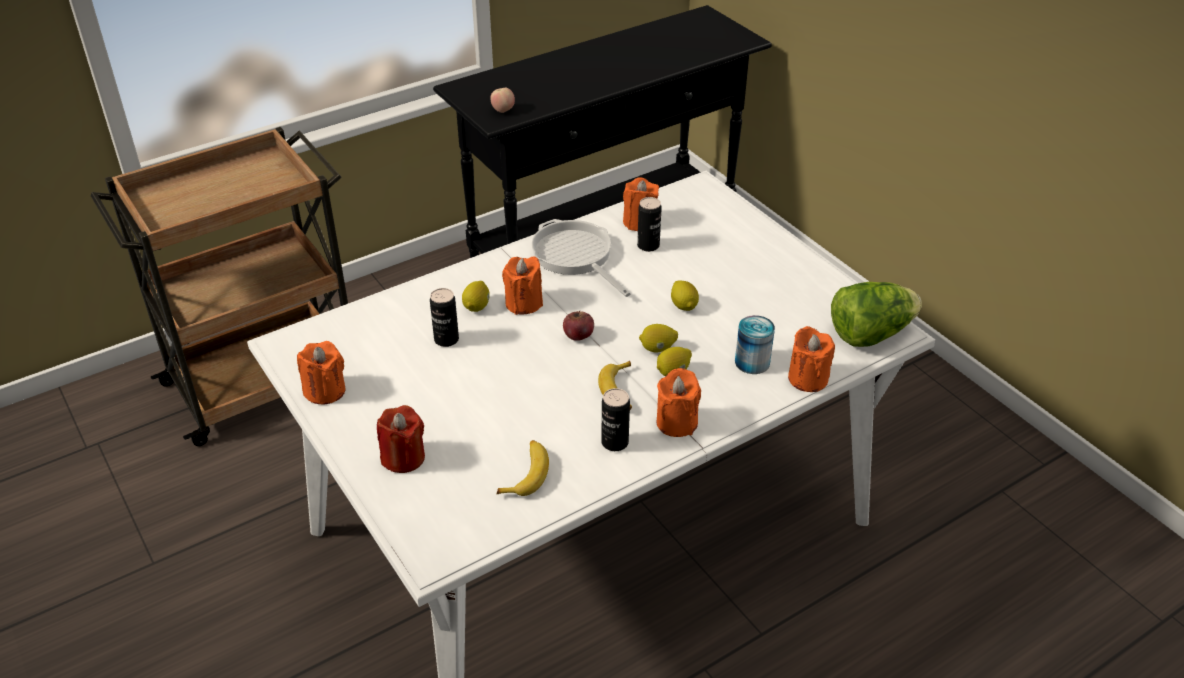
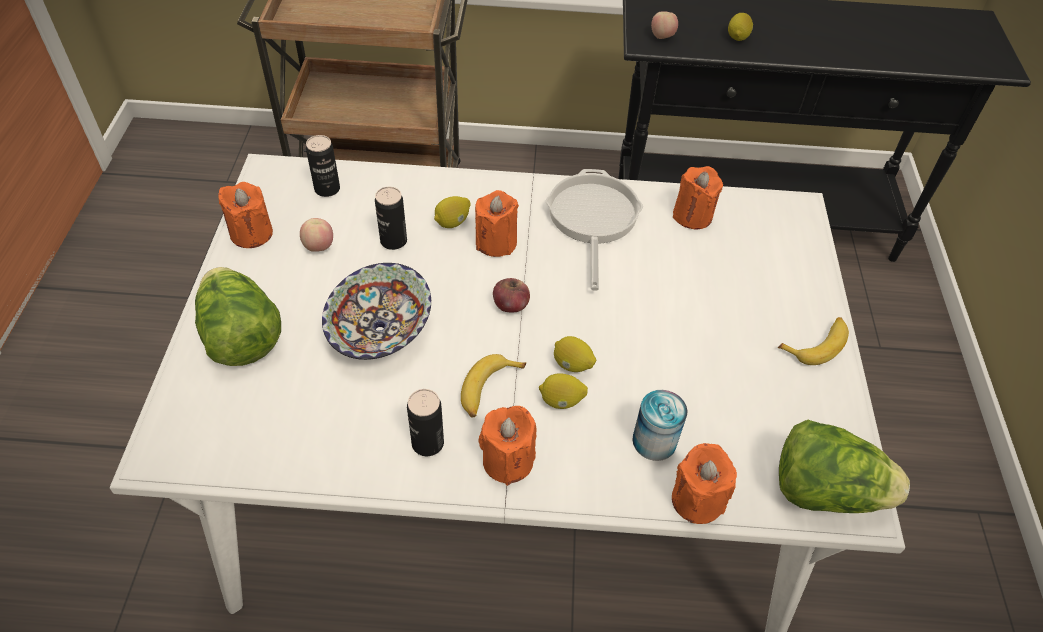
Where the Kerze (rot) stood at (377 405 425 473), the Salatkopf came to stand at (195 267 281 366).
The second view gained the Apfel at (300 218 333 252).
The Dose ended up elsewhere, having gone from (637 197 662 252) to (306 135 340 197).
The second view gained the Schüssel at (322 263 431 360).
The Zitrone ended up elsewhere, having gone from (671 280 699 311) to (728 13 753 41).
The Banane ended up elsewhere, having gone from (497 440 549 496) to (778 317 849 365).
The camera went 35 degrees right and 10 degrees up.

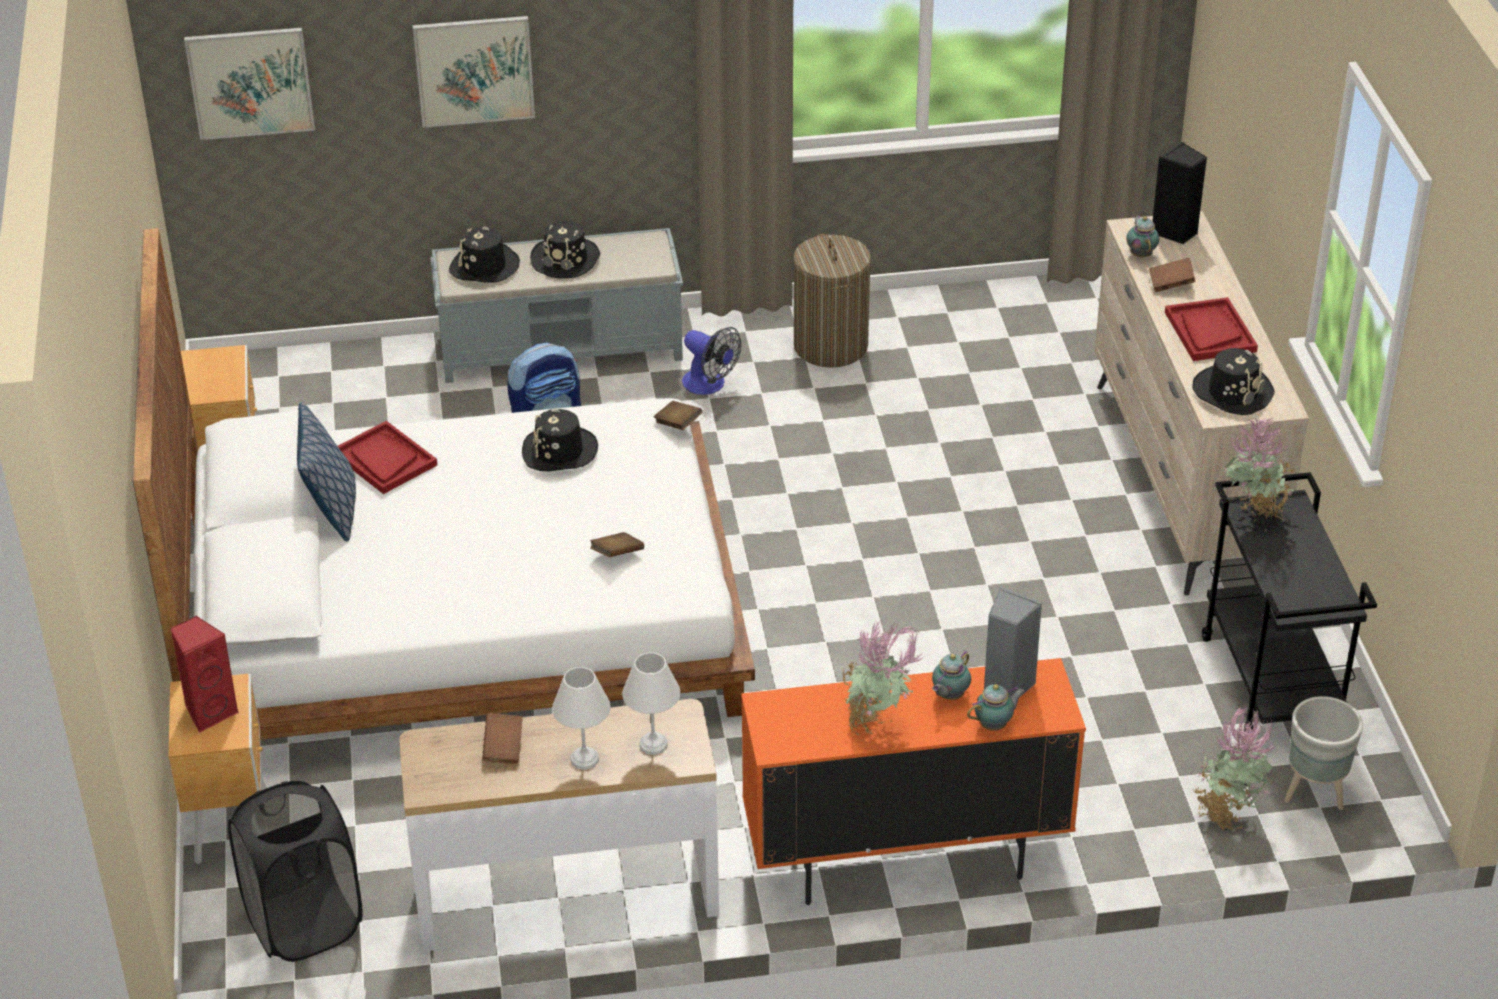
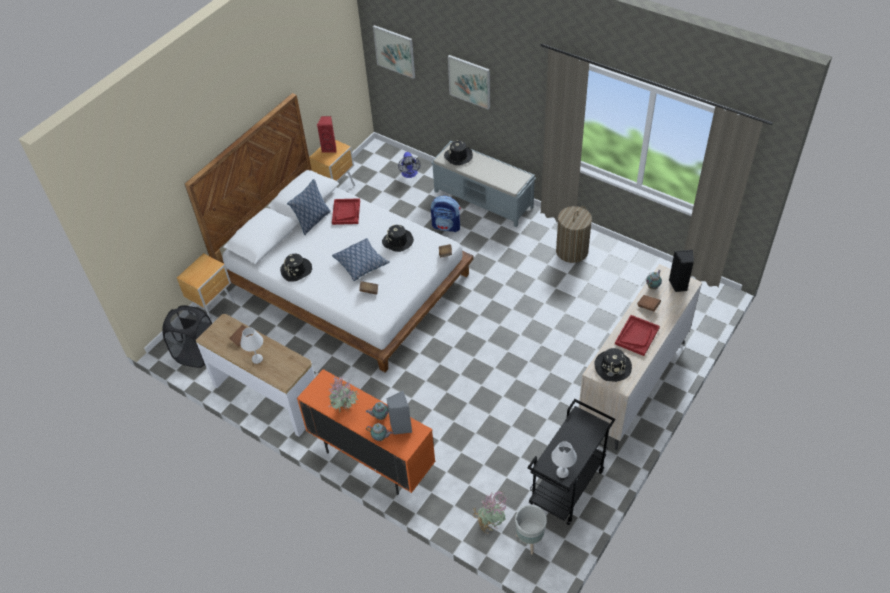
The Hut (schwarz) ended up elsewhere, having gone from (530 221 600 278) to (280 254 312 282).
The Lautsprecher (rot) ended up elsewhere, having gone from (170 616 239 733) to (317 116 336 153).
The second view gained the Kissen at (332 238 390 281).
The Ventilator ended up elsewhere, having gone from (682 327 741 395) to (398 152 421 178).
The Tischlampe (weiß) ended up elsewhere, having gone from (622 652 680 755) to (551 441 577 478).
The second view lost the Topfpflanze at (1224 418 1296 522).
The camera went 45 degrees right and 10 degrees up.

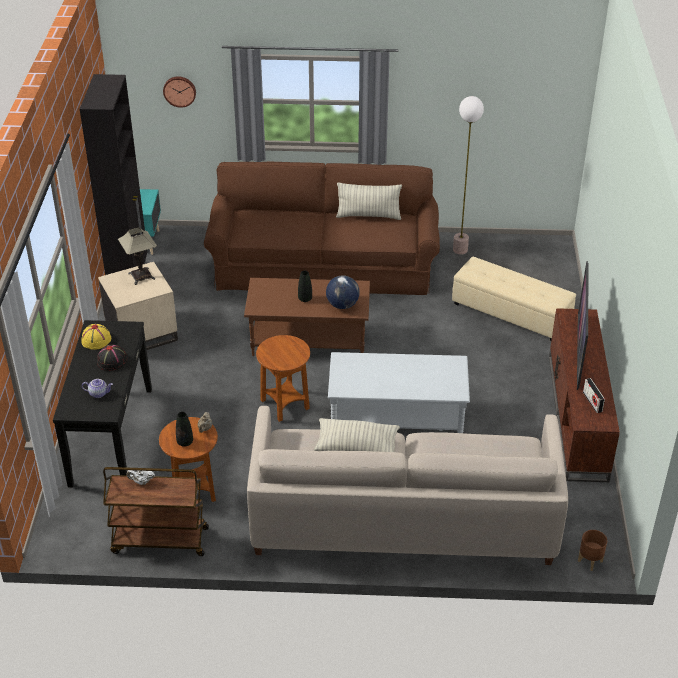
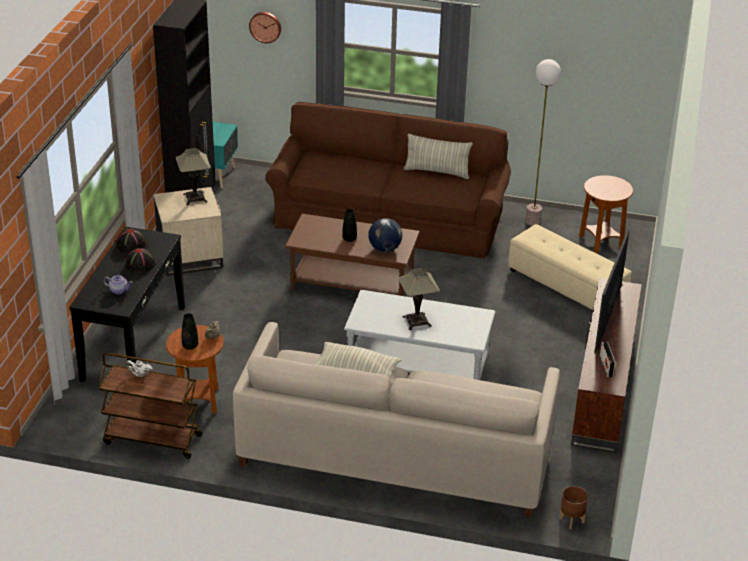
What was the Hut (gelb) at (81 324 111 350) turned into the Hut (schwarz) at (116 229 146 253).
The second view gained the Tischlampe at (398 268 440 330).
The Beistelltisch (braun) ended up elsewhere, having gone from (256 335 310 422) to (579 175 633 253).
The camera went 10 degrees right and 5 degrees down.

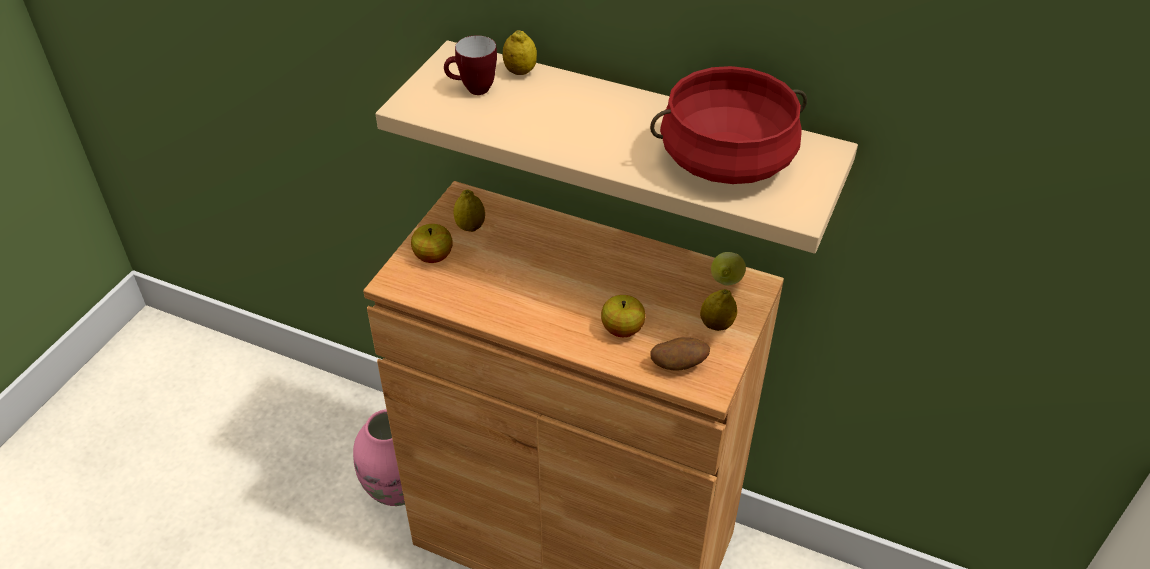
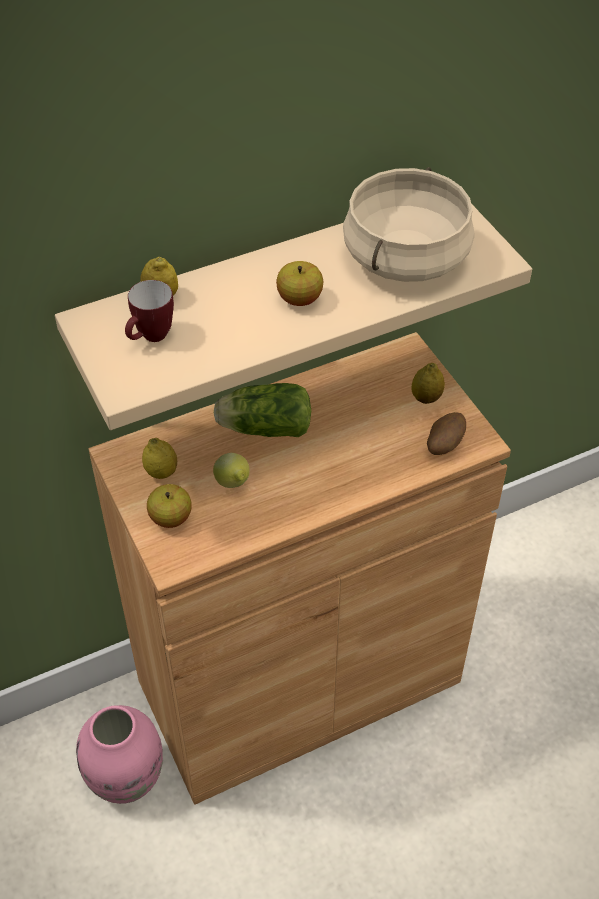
The second view gained the Salatkopf at (213 383 311 437).
The Zitrone ended up elsewhere, having gone from (711 252 746 286) to (213 453 250 488).
The Apfel ended up elsewhere, having gone from (601 295 645 337) to (276 261 323 306).
What was the Kochtopf (rot) at (650 66 807 184) turned into the Kochtopf (beige) at (343 167 475 282).
The camera went 50 degrees left and 5 degrees up.

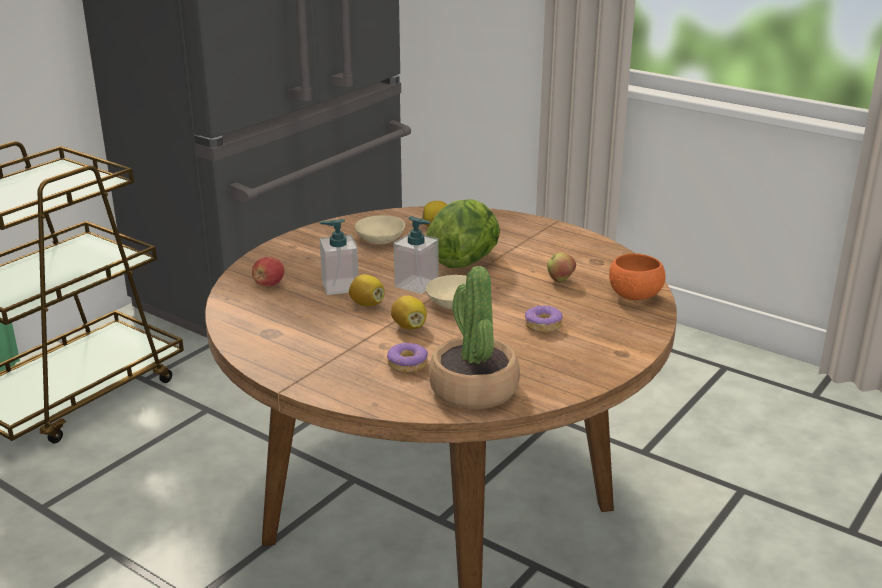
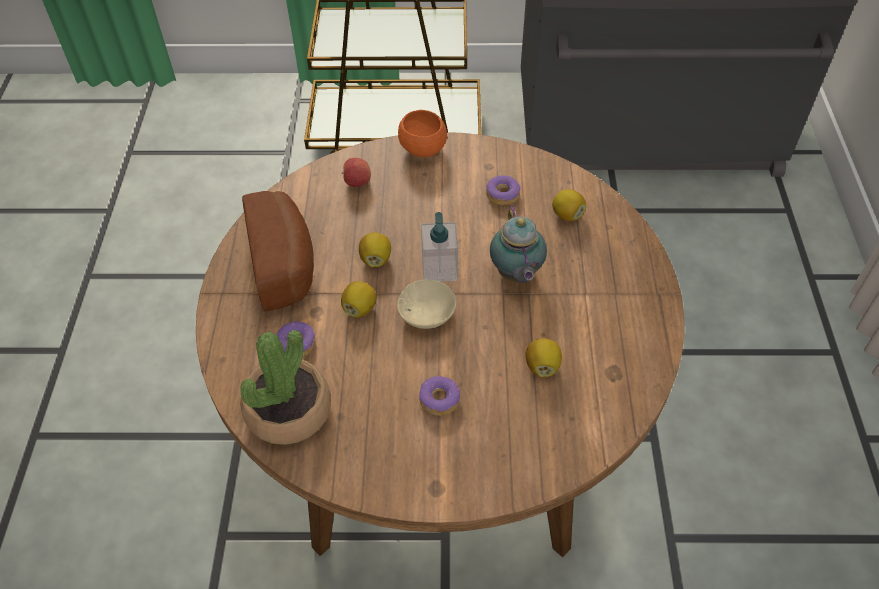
The second view gained the Brot at (242 191 314 312).
The Schüssel (orange) ended up elsewhere, having gone from (609 253 666 300) to (398 110 447 157).
Where the Schüssel (beige) stood at (355 215 405 244), the Donut came to stand at (486 175 521 205).
Where the Salatkopf stood at (426 199 500 268), the Teekanne came to stand at (490 206 547 283).
Where the Apfel stood at (547 253 576 283), the Zitrone came to stand at (525 338 562 377).
The second view lost the Seifenspender at (319 219 359 295).
The camera went 55 degrees right and 25 degrees up.

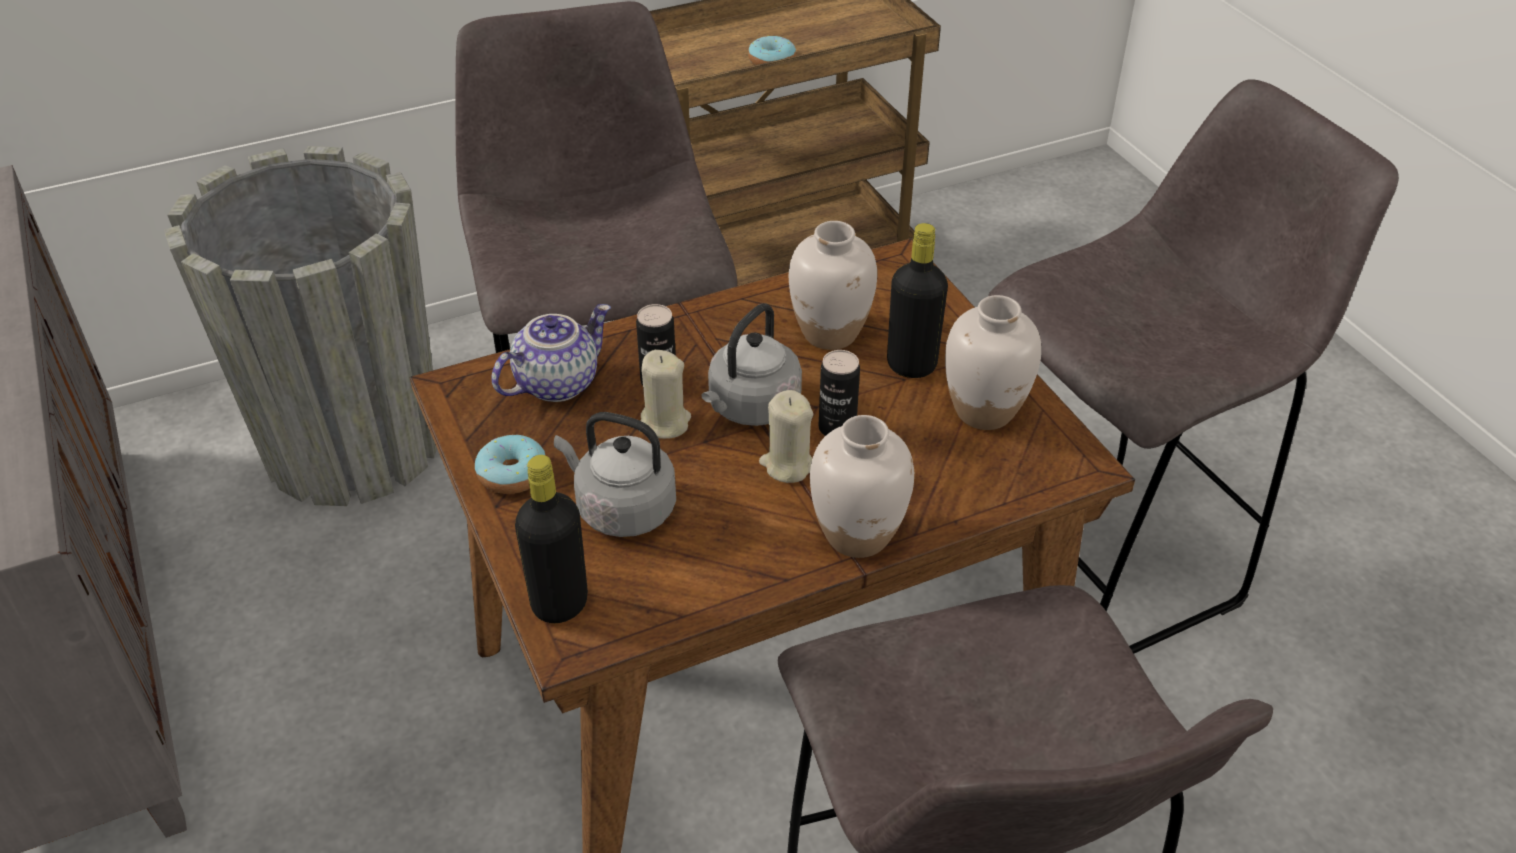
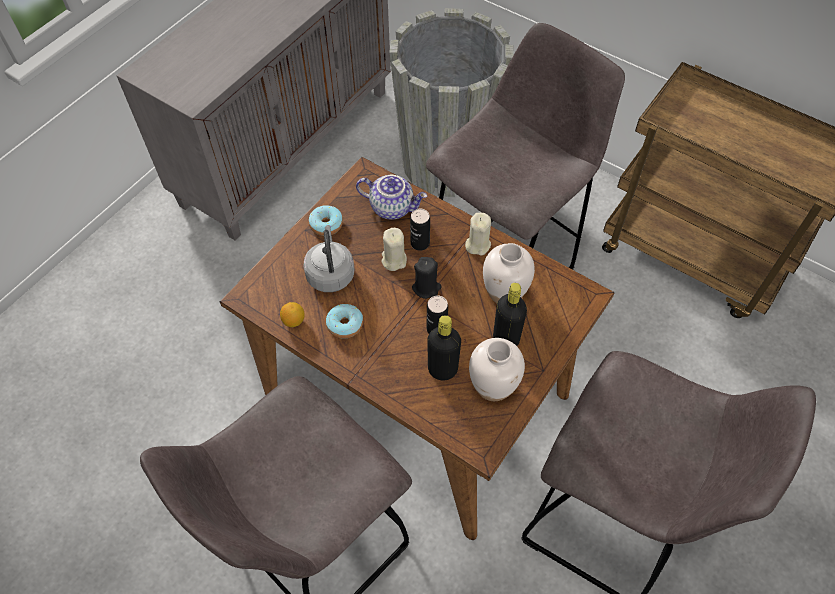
The second view gained the Zitrone at (280 302 305 327).
The Donut ended up elsewhere, having gone from (748 36 796 65) to (326 304 363 338).
Where the Wasserkessel (grau) stood at (701 303 802 426), the Kerze (schwarz) came to stand at (412 257 442 299).
The Flasche (schwarz) ended up elsewhere, having gone from (515 455 588 623) to (427 315 461 380).
The Kerze (beige) ended up elsewhere, having gone from (759 390 813 483) to (465 213 491 255).
The second view lost the Vase (weiß) at (810 415 914 558).
The camera went 60 degrees right and 15 degrees up.

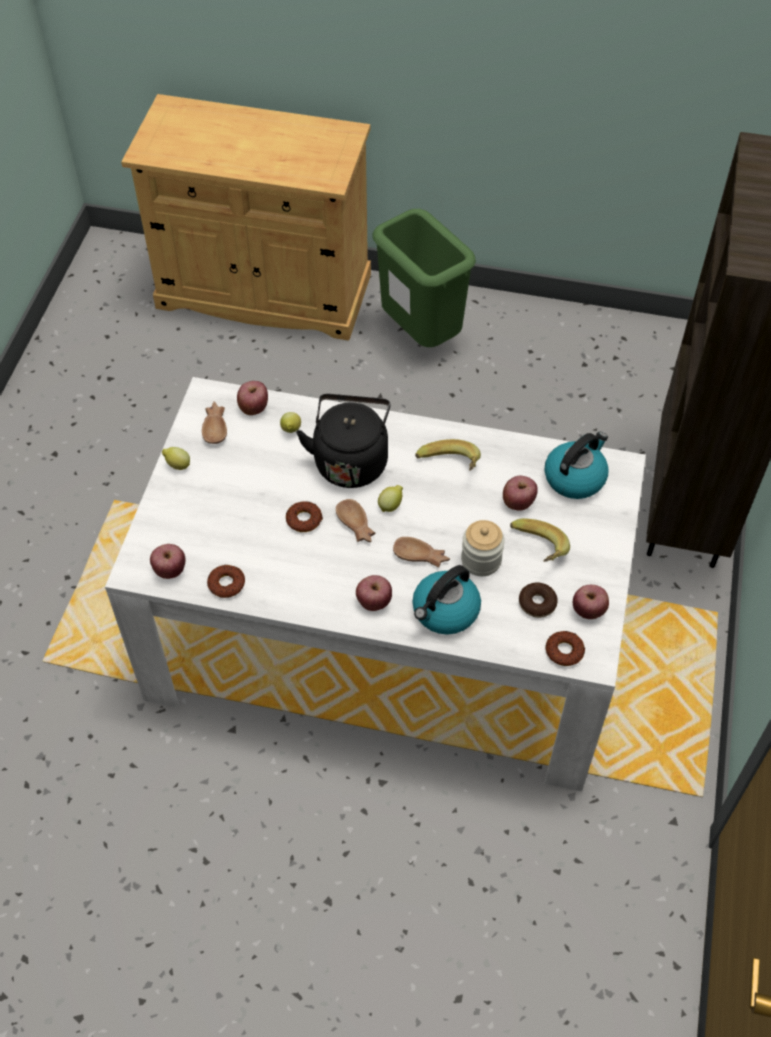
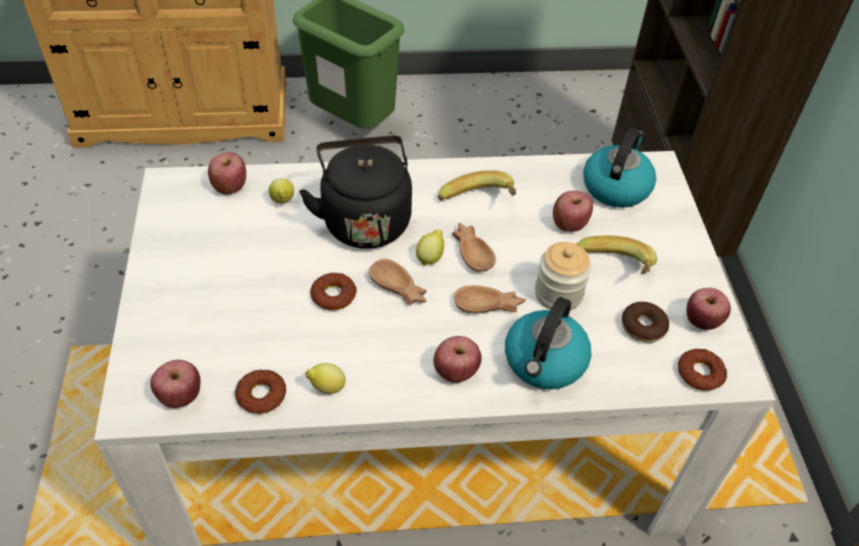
The Zitrone ended up elsewhere, having gone from (162 447 190 470) to (305 363 346 394).
The Schüssel (braun) ended up elsewhere, having gone from (202 401 227 444) to (452 222 496 271).
The camera went 20 degrees left and 5 degrees down.

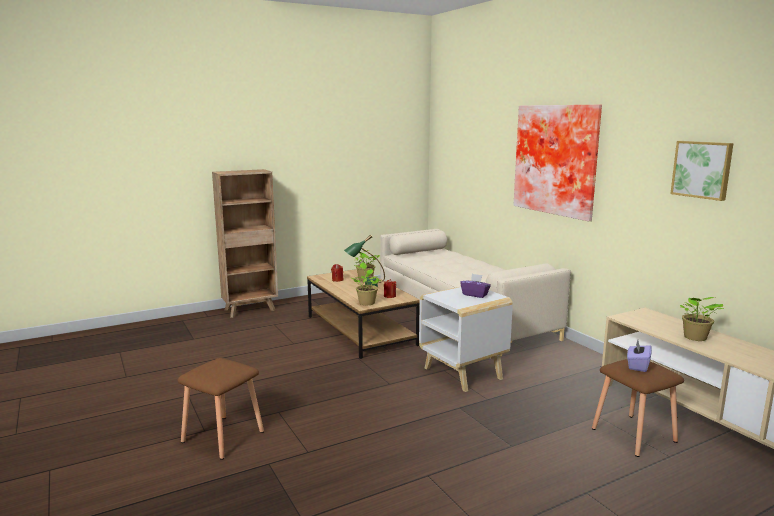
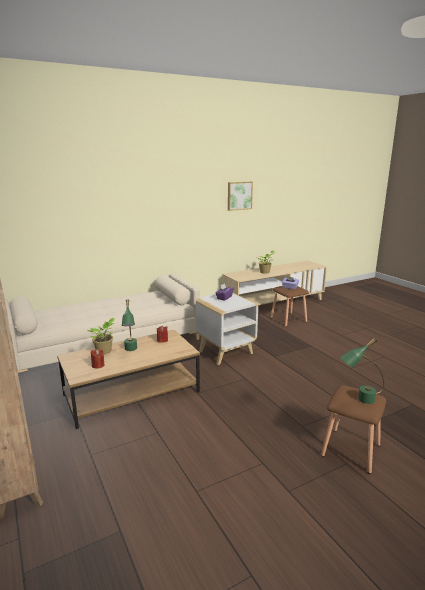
The second view gained the Tischlampe (grün) at (339 338 385 404).
The second view lost the Topfpflanze at (351 262 382 305).
The second view lost the Bild at (513 105 602 221).
The camera went 90 degrees left and 5 degrees up.

